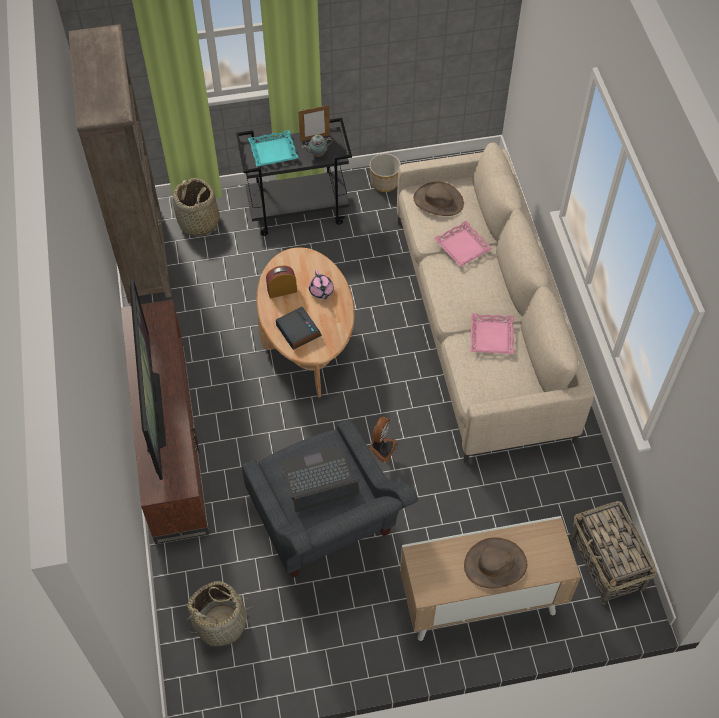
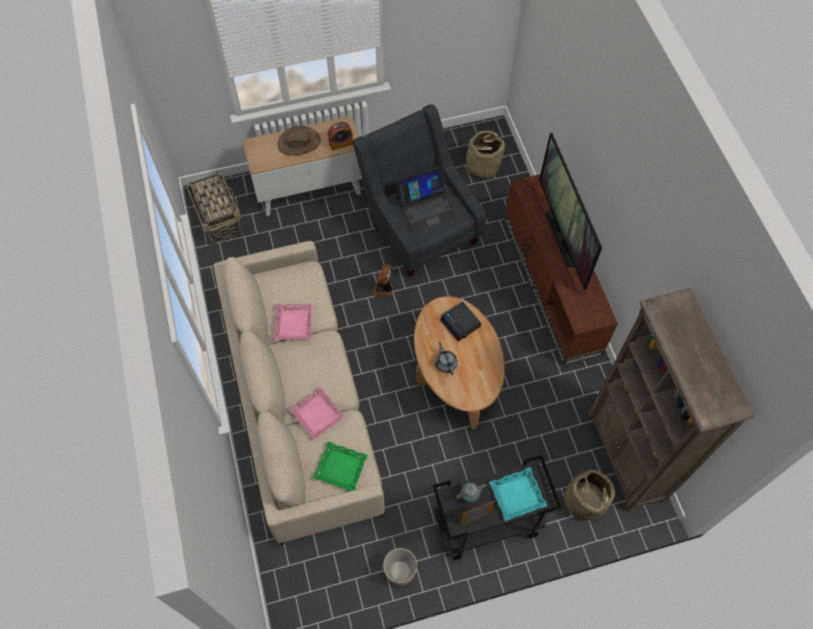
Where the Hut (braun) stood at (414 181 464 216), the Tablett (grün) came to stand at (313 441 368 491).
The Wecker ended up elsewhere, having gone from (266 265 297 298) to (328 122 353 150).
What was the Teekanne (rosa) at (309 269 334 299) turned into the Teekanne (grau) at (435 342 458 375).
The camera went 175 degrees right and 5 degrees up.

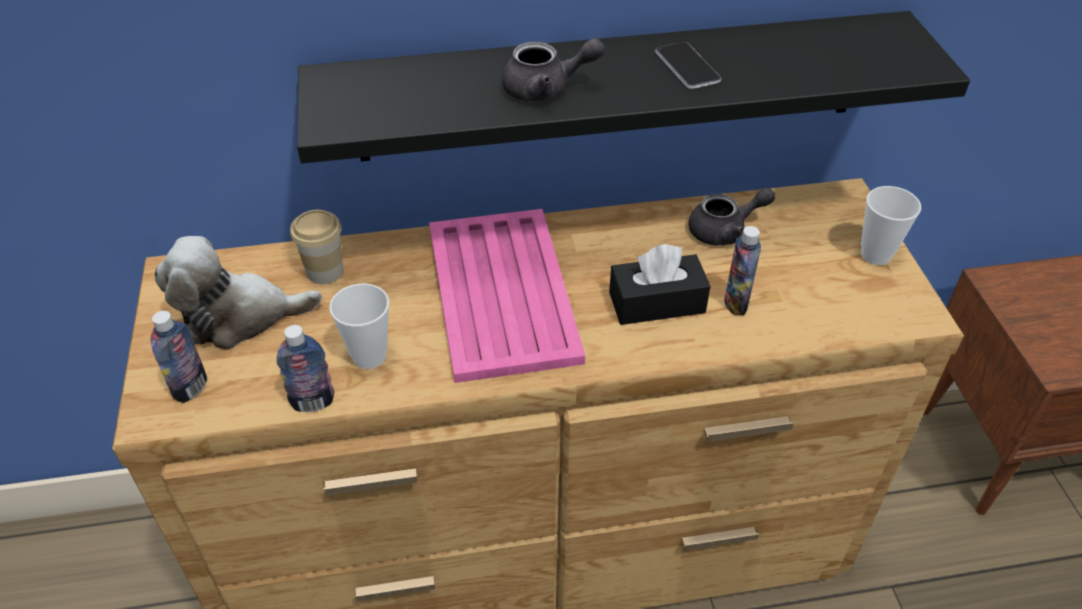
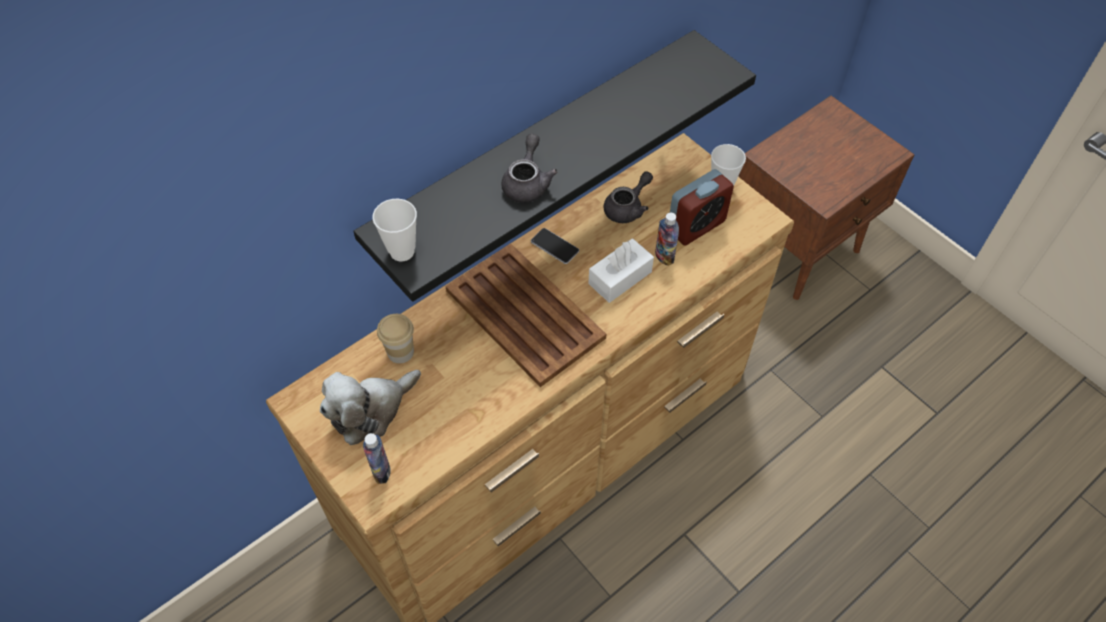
The Tasse ended up elsewhere, having gone from (329 283 389 369) to (372 199 417 262).
What was the Tablett (rosa) at (429 209 585 383) turned into the Tablett (braun) at (446 243 606 387).
The Teekanne (grau) at (502 38 605 102) ended up facing another way, 45 degrees counterclockwise from before.
The Handy ended up elsewhere, having gone from (655 42 721 89) to (531 228 579 264).
What was the Taschentuchbox (schwarz) at (609 244 711 325) turned into the Taschentuchbox (weiß) at (588 238 654 303).
The second view gained the Wecker at (670 169 734 246).
The second view lost the Flasche at (276 325 334 412).
The camera went 30 degrees left and 10 degrees up.

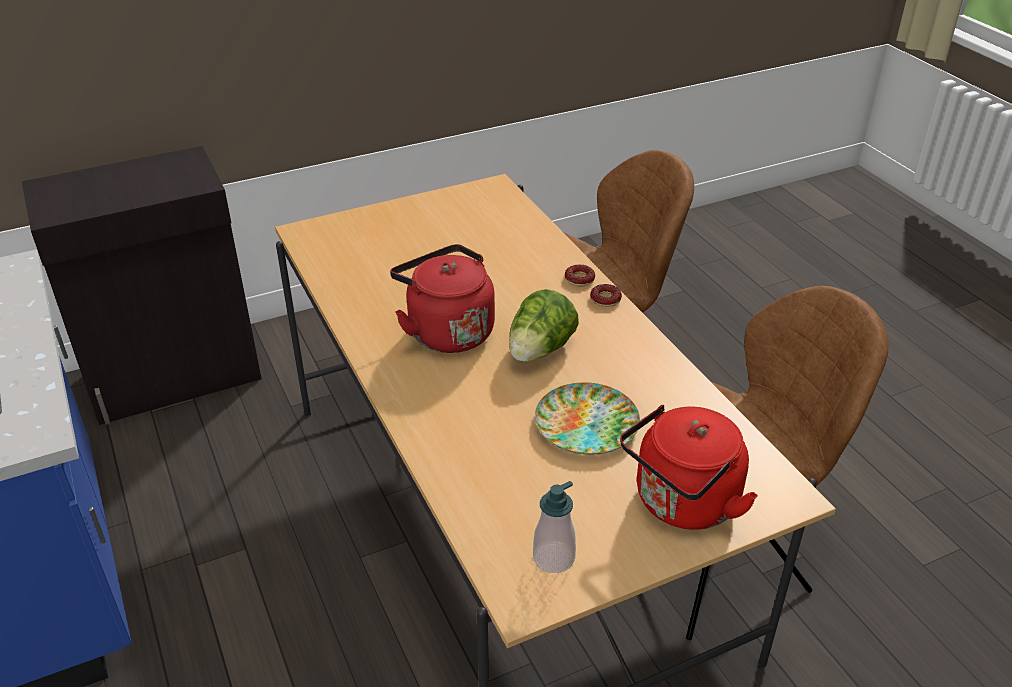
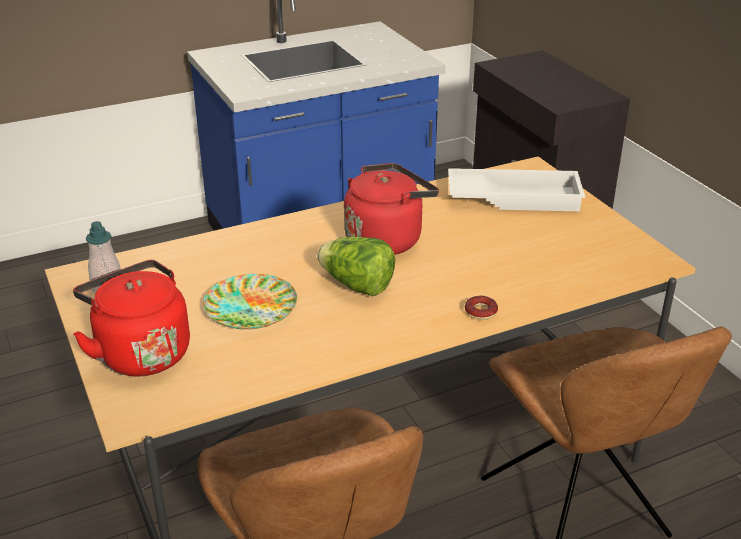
The second view gained the Tablett (weiß) at (448 168 585 211).
The second view lost the Donut at (590 284 622 307).
The camera went 90 degrees right and 5 degrees down.

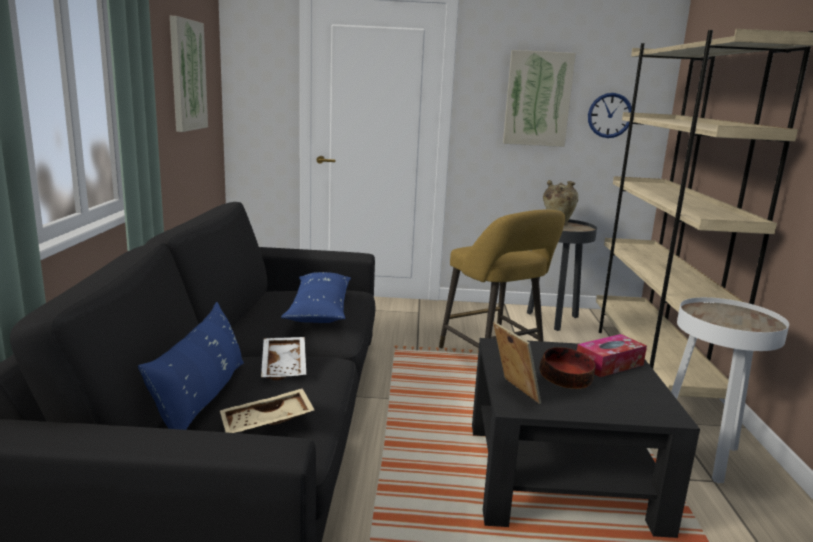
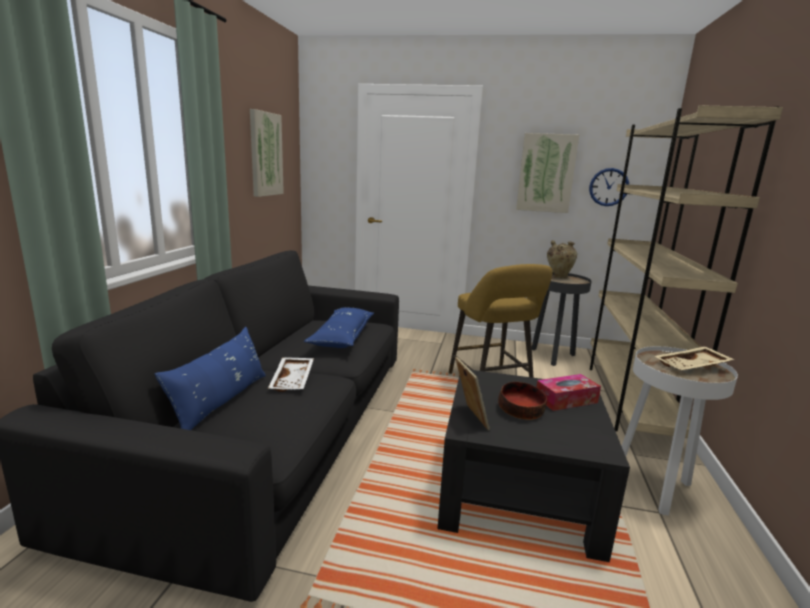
The Tablett (beige) ended up elsewhere, having gone from (220 388 315 433) to (654 346 735 370).
The camera went 10 degrees right and 0 degrees up.

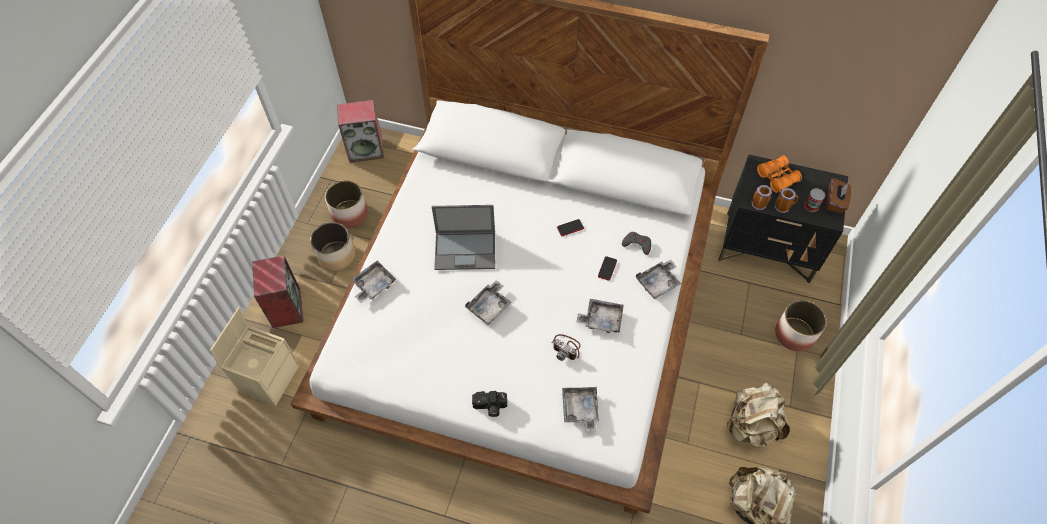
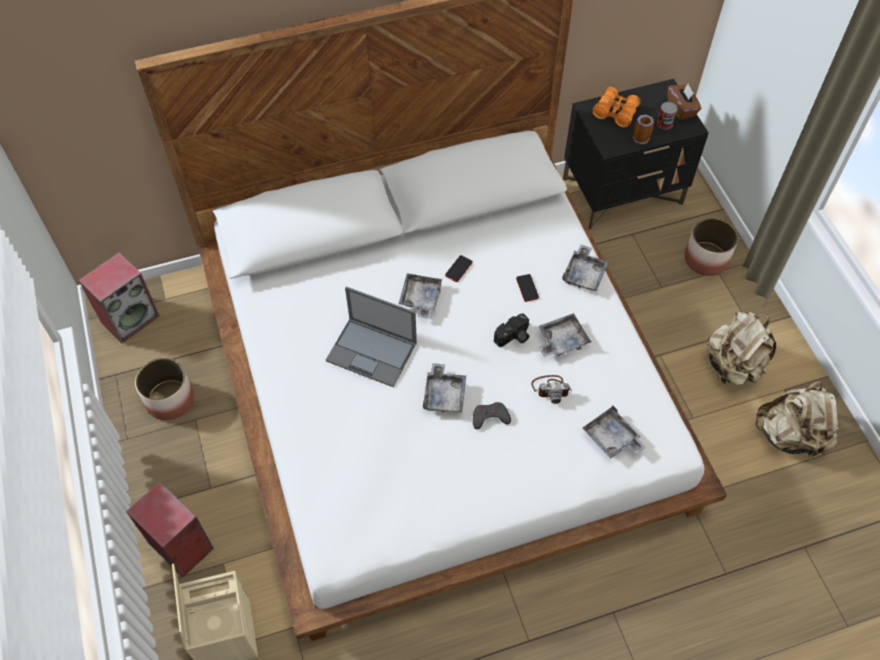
The Laptop at (432 205 495 270) ended up facing another way, 60 degrees clockwise from before.
The Tablett (grau) ended up elsewhere, having gone from (351 261 396 303) to (399 273 442 319).
The Gamepad (grau) ended up elsewhere, having gone from (622 232 651 255) to (473 402 511 430).
The Kamera ended up elsewhere, having gone from (472 391 507 417) to (494 313 530 347).
The second view lost the Pflanzkübel at (310 222 355 271).
The second view lost the Henkelbecher at (752 185 772 210).
The camera went 35 degrees left and 0 degrees up.

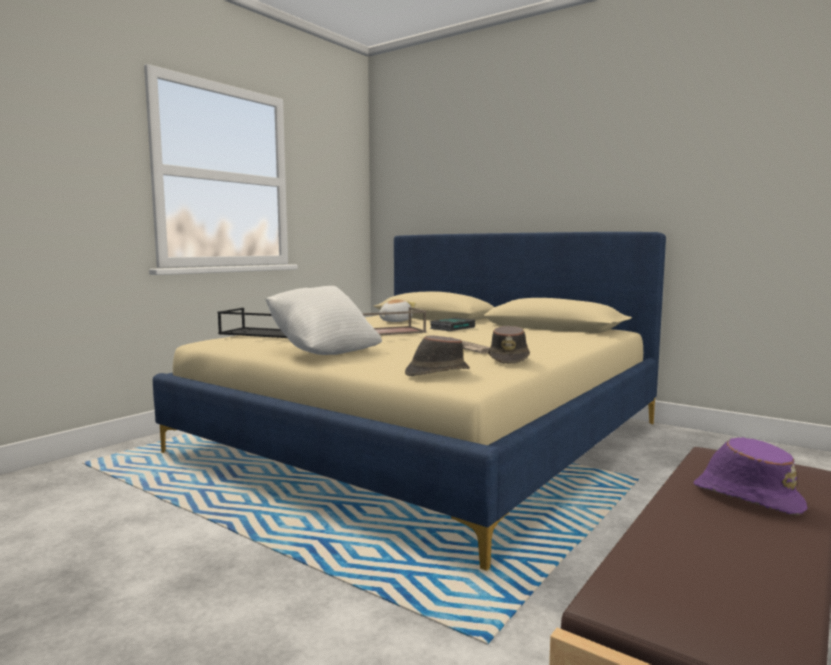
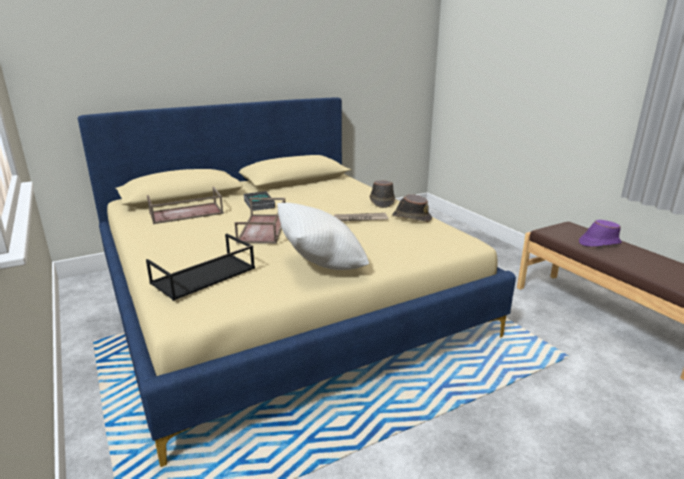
Where the Plüschtier stood at (379 299 416 322), the Tablett (braun) came to stand at (147 187 224 224).
The Hut (braun) ended up elsewhere, having gone from (405 335 470 376) to (370 181 395 208).
The camera went 65 degrees left and 15 degrees up.

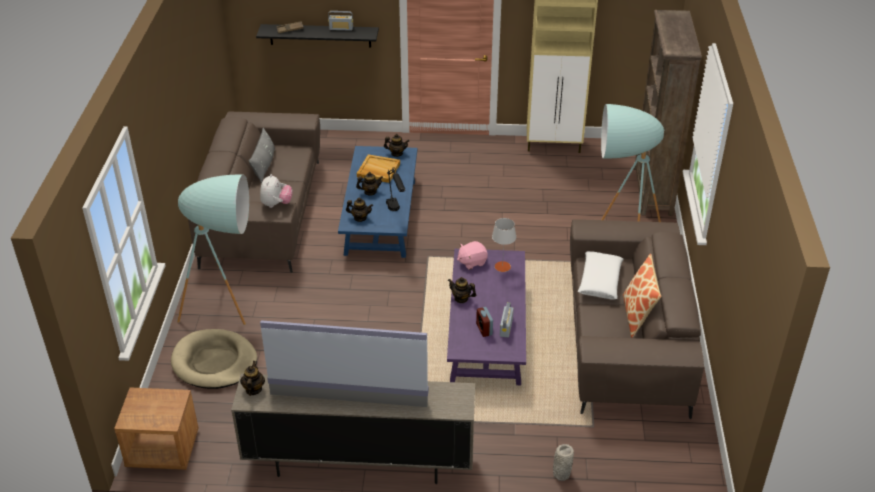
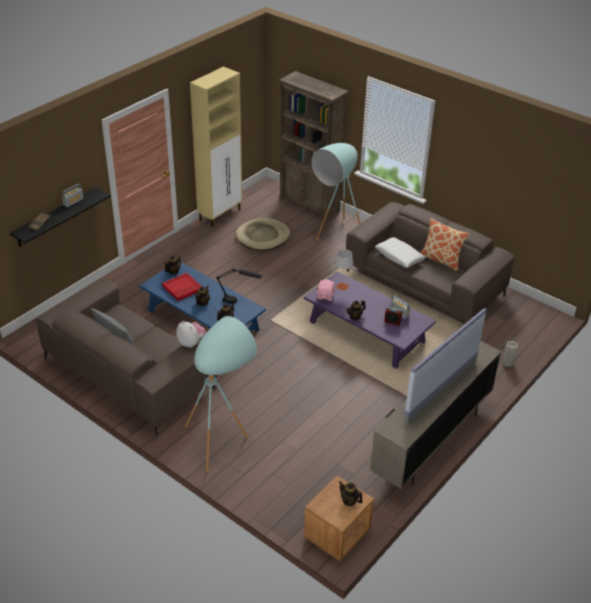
What was the Tablett (beige) at (357 154 400 183) turned into the Tablett (rot) at (162 273 201 301).
The Hundebett (beige) ended up elsewhere, having gone from (171 329 257 389) to (236 218 290 250).
The Teekanne ended up elsewhere, having gone from (240 361 265 396) to (339 481 363 506).
The camera went 55 degrees left and 0 degrees up.

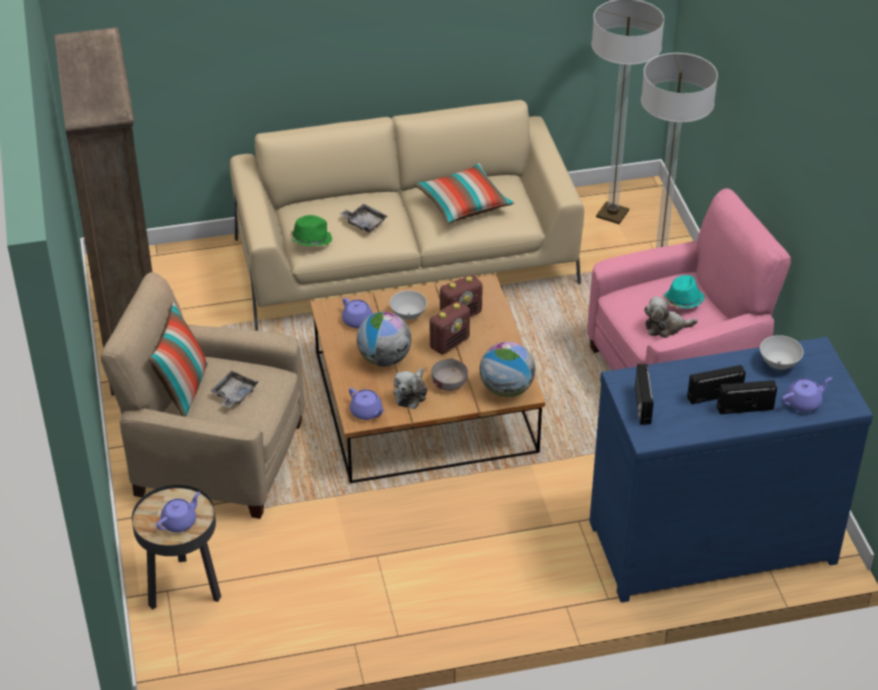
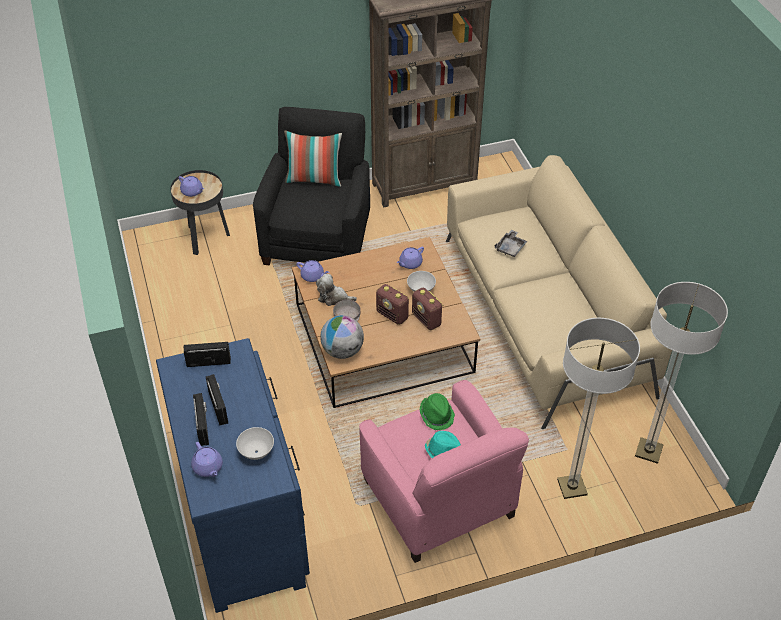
What was the Sessel (beige) at (100 272 304 519) turned into the Sessel (schwarz) at (253 107 370 265).
The Teekanne (lila) at (349 388 385 420) ended up facing another way, 105 degrees counterclockwise from before.
The Hut (grün) ended up elsewhere, having gone from (290 215 332 246) to (420 393 455 430).
The second view lost the Tablett (grau) at (211 371 258 408).
The second view lost the Globus at (357 312 411 367).
The second view lost the Kissen at (414 163 514 224).
The second view lost the Plüschtier at (644 296 698 338).
The camera went 85 degrees right and 5 degrees up.

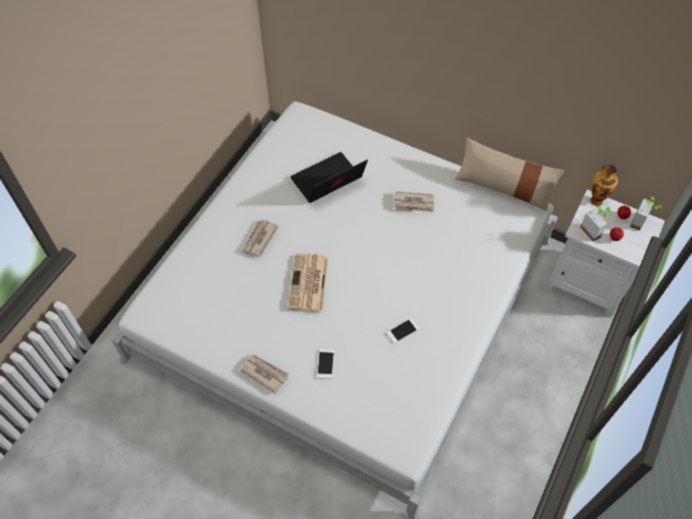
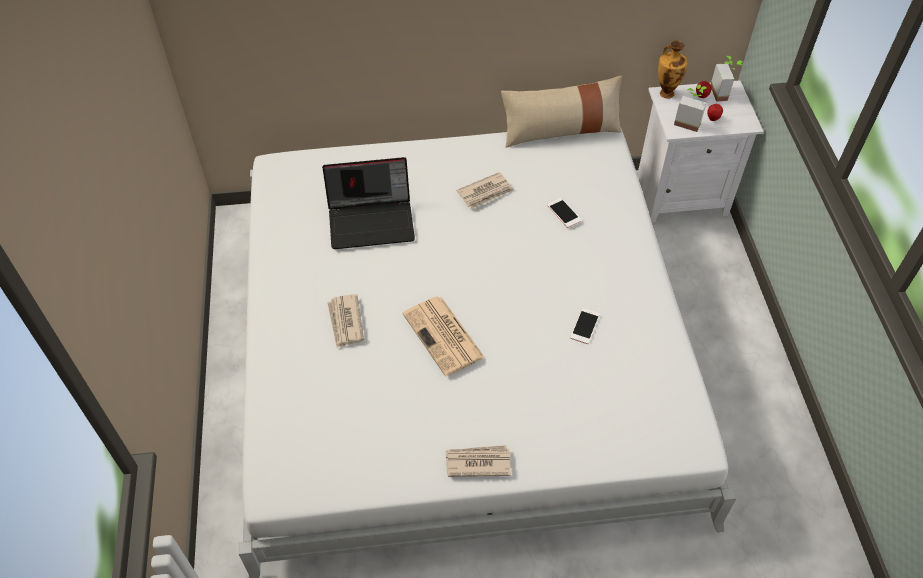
The Laptop at (290 152 368 203) ended up facing another way, 120 degrees counterclockwise from before.
The Handy ended up elsewhere, having gone from (317 349 334 379) to (547 198 582 228).
The camera went 35 degrees left and 5 degrees down.

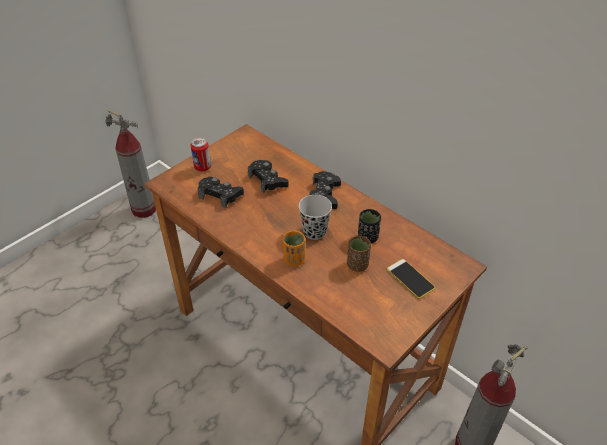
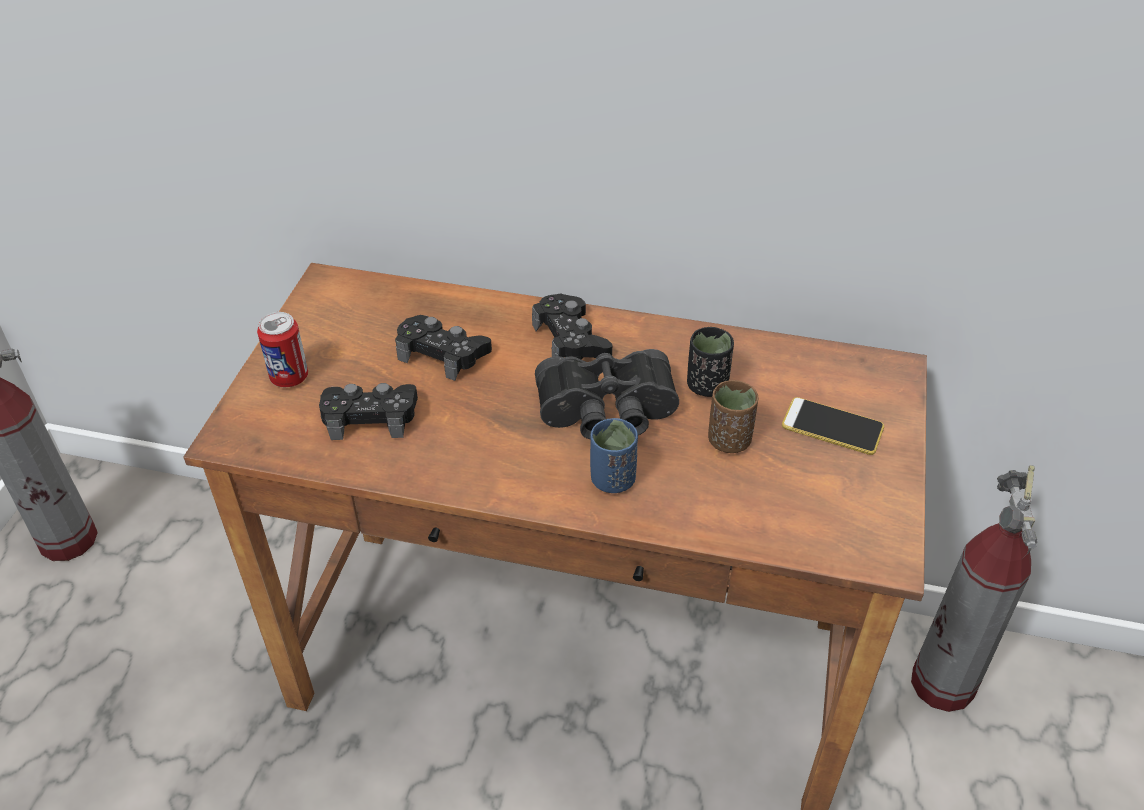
Where the Tasse (schwarz) stood at (299 195 332 240), the Fernglas (schwarz) came to stand at (535 349 679 439).
What was the Tasse (orange) at (283 231 305 266) turned into the Tasse (blau) at (590 418 638 493).
The camera went 30 degrees left and 0 degrees up.

